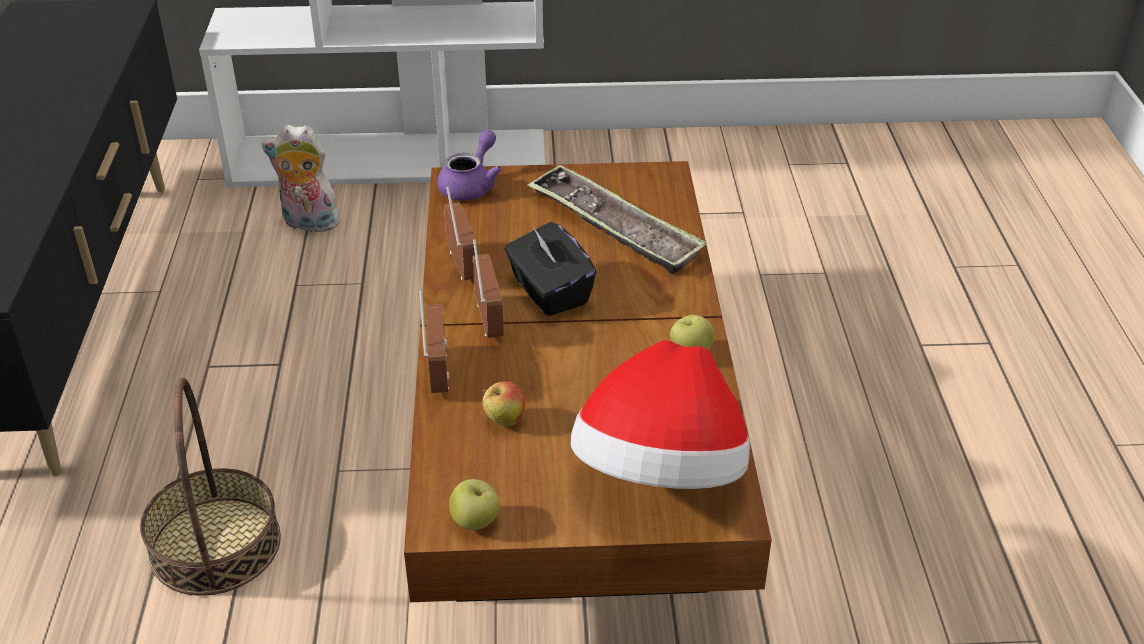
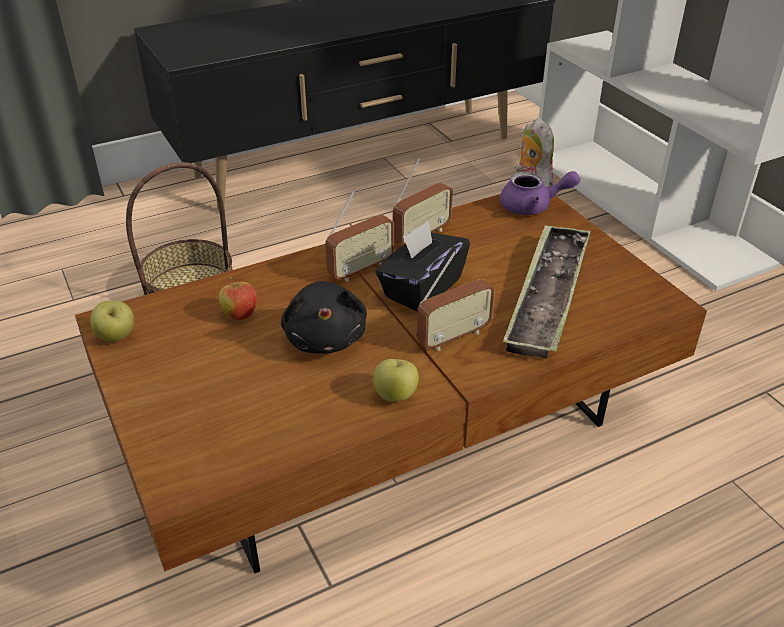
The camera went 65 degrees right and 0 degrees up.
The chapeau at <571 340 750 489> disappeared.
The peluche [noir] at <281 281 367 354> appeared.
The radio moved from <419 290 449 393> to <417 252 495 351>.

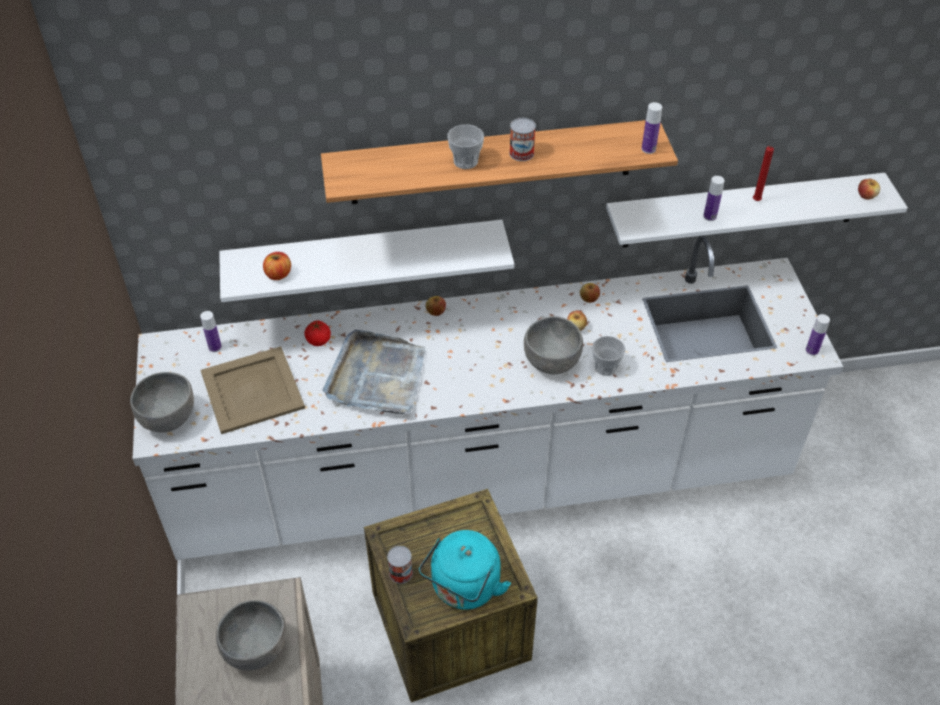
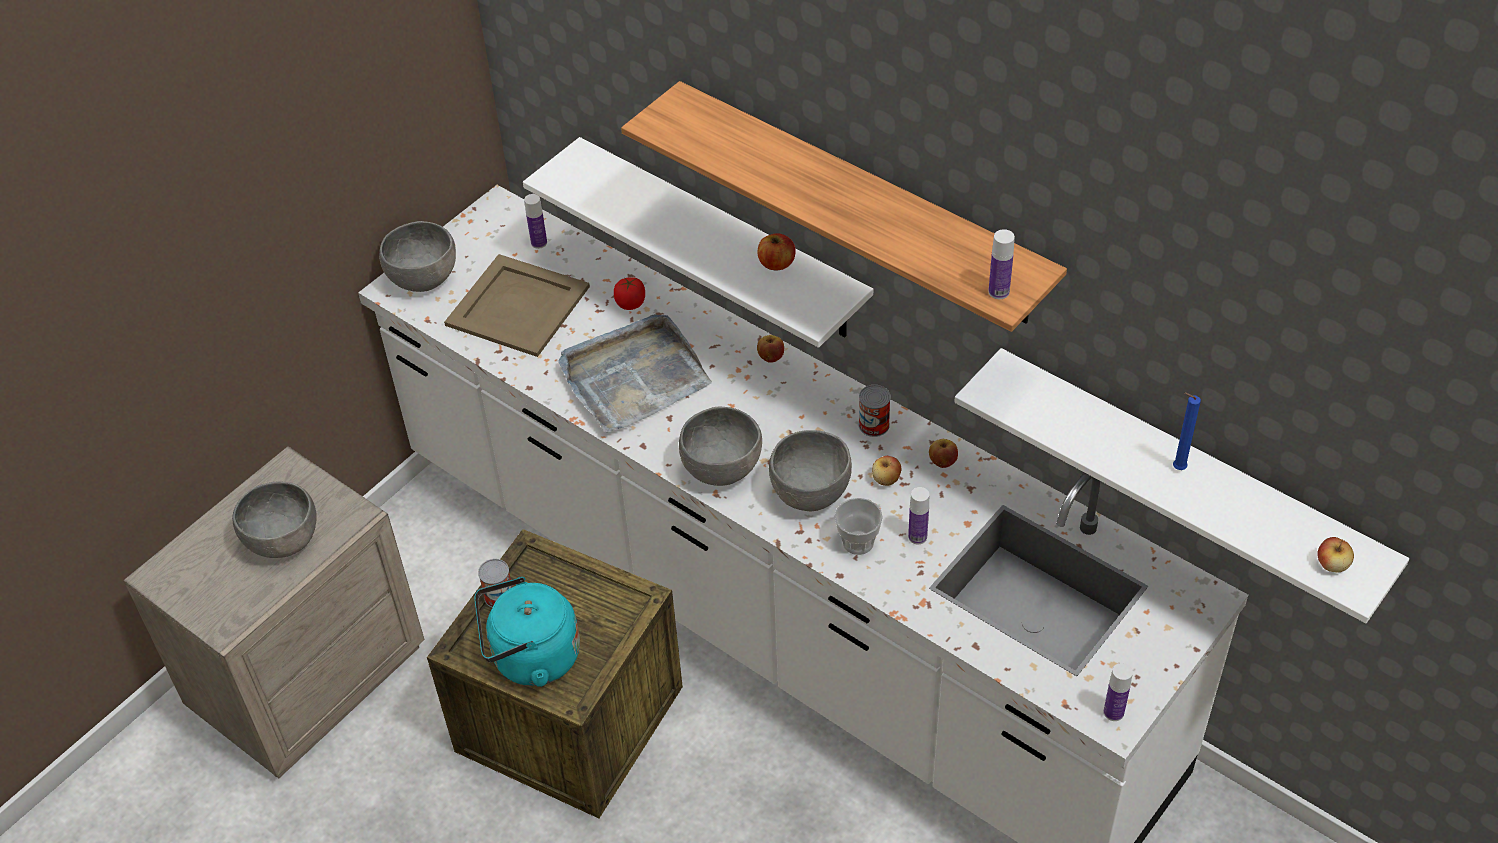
The camera went 50 degrees right and 0 degrees up.
The tasse at <448 125 484 169> disappeared.
The bol [gris] at <679 407 762 486> appeared.
The pomme moved from <263 252 291 280> to <757 234 795 270>.
The boîte métallique moved from <509 118 536 161> to <859 385 891 437>.
The bouteille moved from <703 176 725 221> to <908 487 929 545>.
The bougie [rouge] at <753 146 774 201> became the bougie [bleu] at <1173 393 1201 470>.

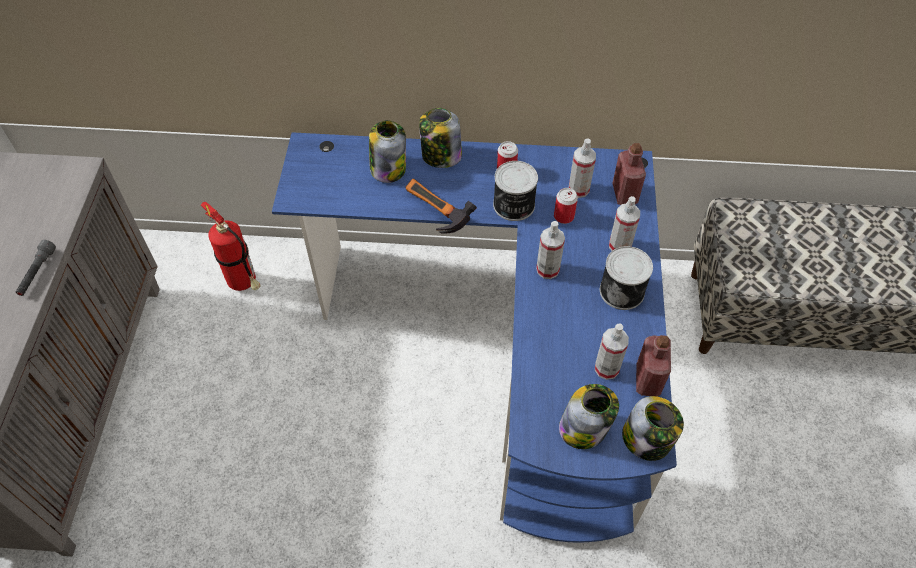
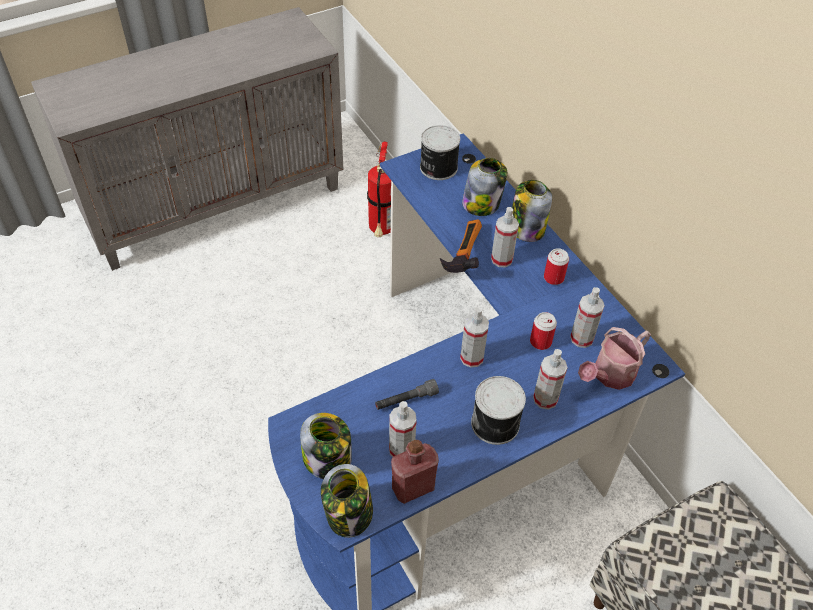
The camera went 55 degrees right and 5 degrees down.
The vaporisateur at <491 207 519 267> appeared.
The lampe de poche [gris] moved from <16 240 56 296> to <375 379 439 410>.
The boîte métallique moved from <493 161 538 221> to <420 125 460 180>.
The bouteille [rouge] at <612 143 646 205> was replaced by the arrosoir at <578 327 651 390>.

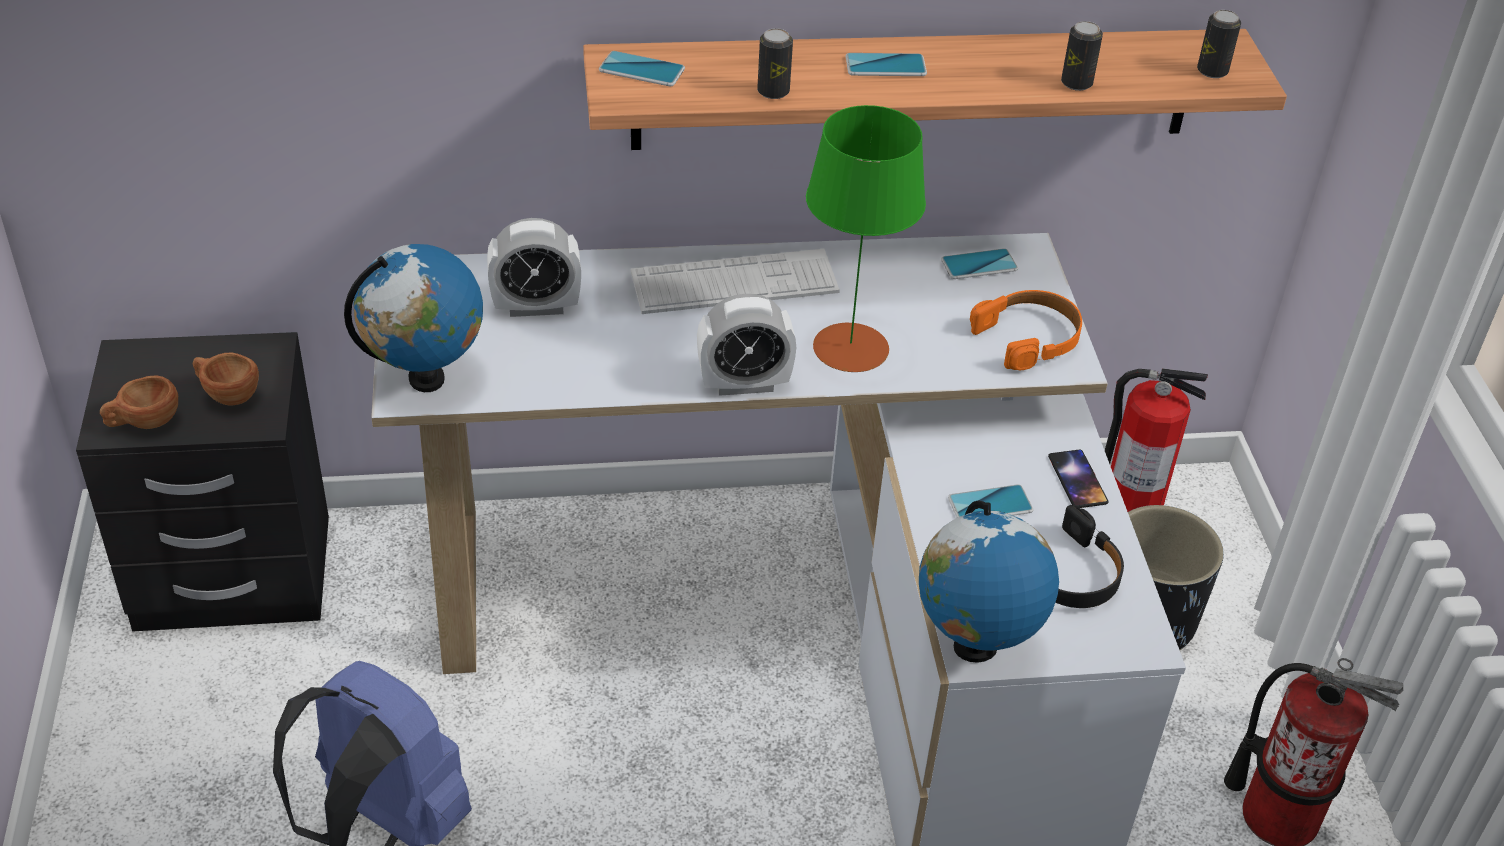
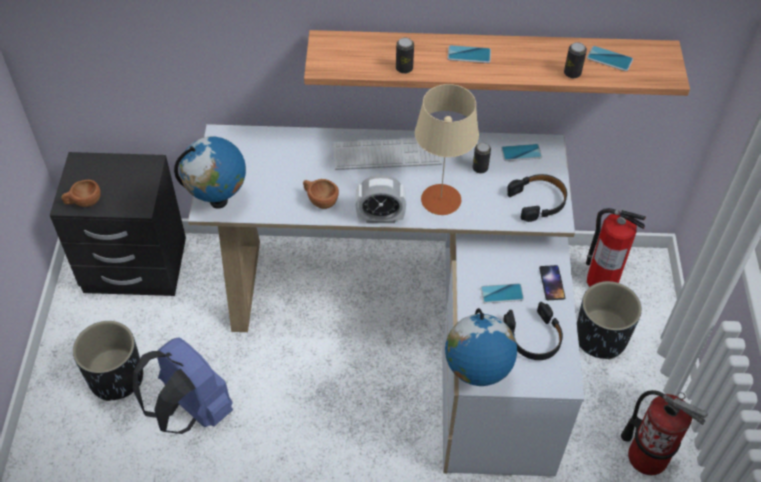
The camera went 10 degrees right and 10 degrees up.
The réveil at <487 218 581 317> disappeared.
The cache-pot [noir] at <73 321 143 401> appeared.
The tasse [marron] moved from <193 353 259 405> to <303 179 339 209>.
The téléphone moved from <599 51 685 86> to <587 46 633 71>.
The boîte métallique moved from <1197 10 1241 78> to <473 142 491 173>.
The lampe de table [vert] at <806 105 926 372> became the lampe de table [beige] at <415 84 479 215>.
The casque audio [orange] at <970 290 1082 371> became the casque audio [noir] at <507 174 567 222>.

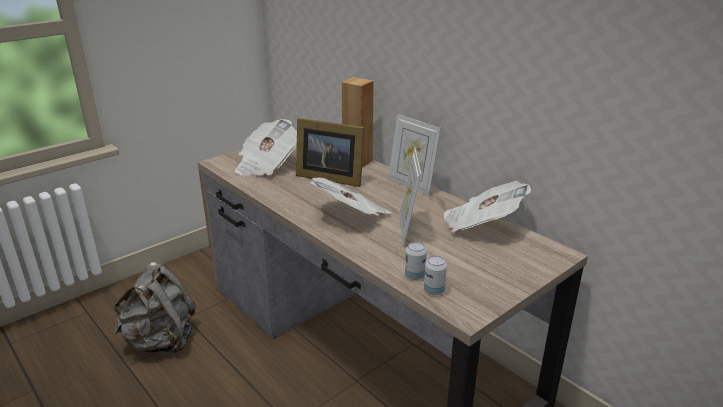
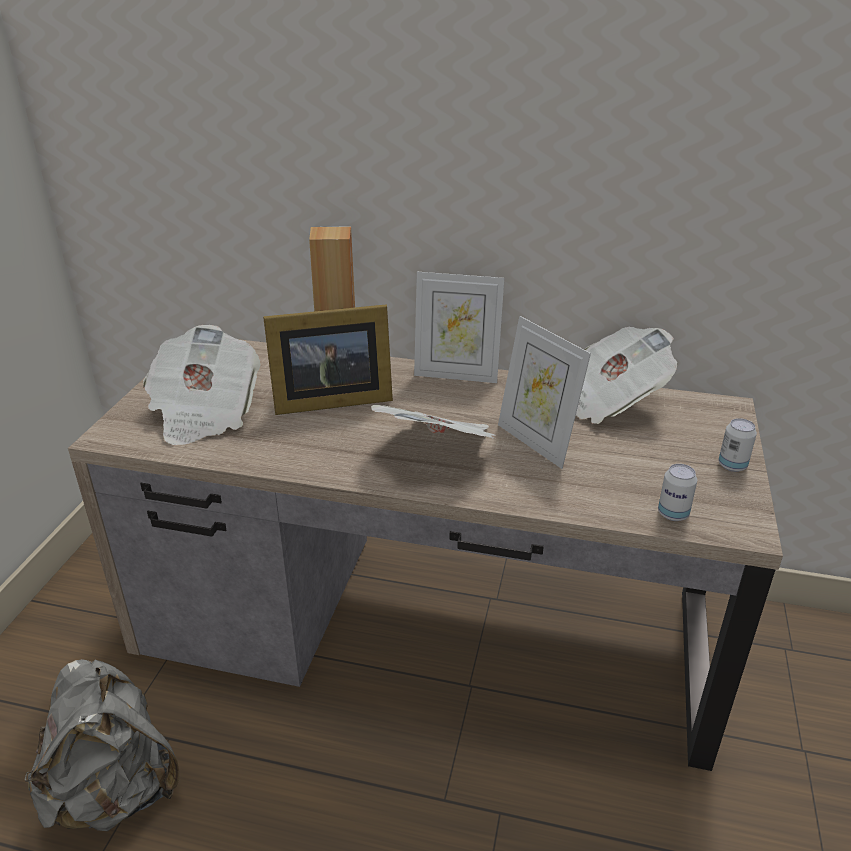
The camera went 35 degrees left and 5 degrees up.
The boîte métallique moved from <405 242 427 280> to <718 418 757 472>.

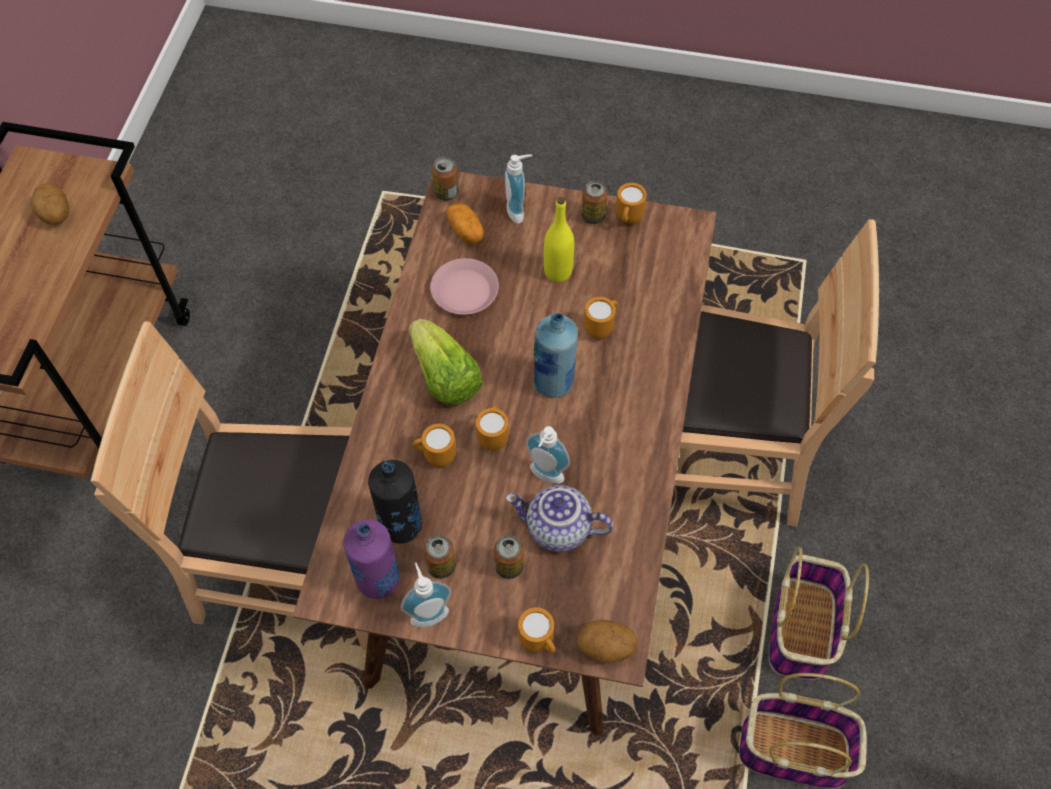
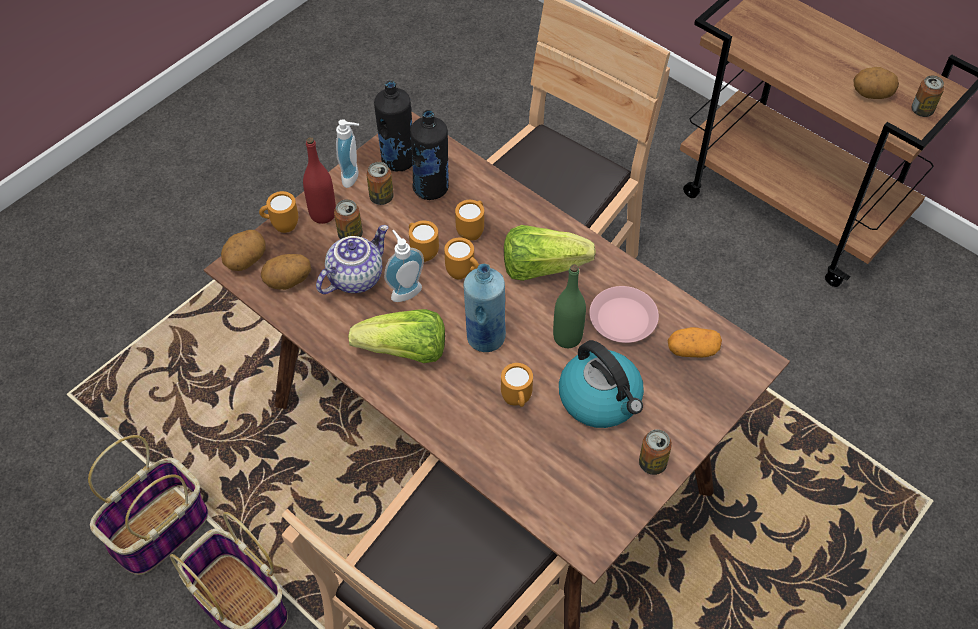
The camera went 120 degrees right and 5 degrees down.
The distributeur de savon at <505 154 532 224> disappeared.
The pomme de terre at <261 254 311 290> appeared.
The bouteille [rouge] at <303 137 336 224> appeared.
The laitue at <348 309 445 363> appeared.
The bouteille [vert] at <553 264 586 348> appeared.
The boîte métallique moved from <432 157 459 201> to <912 75 944 117>.
The mug [orange] moved from <616 183 647 224> to <409 221 439 262>.
The bouteille [jaune] at <544 197 574 282> was replaced by the bouilloire at <559 340 644 428>.
The bouteille [violet] at <343 519 400 599> became the bouteille [noir] at <374 81 413 171>.

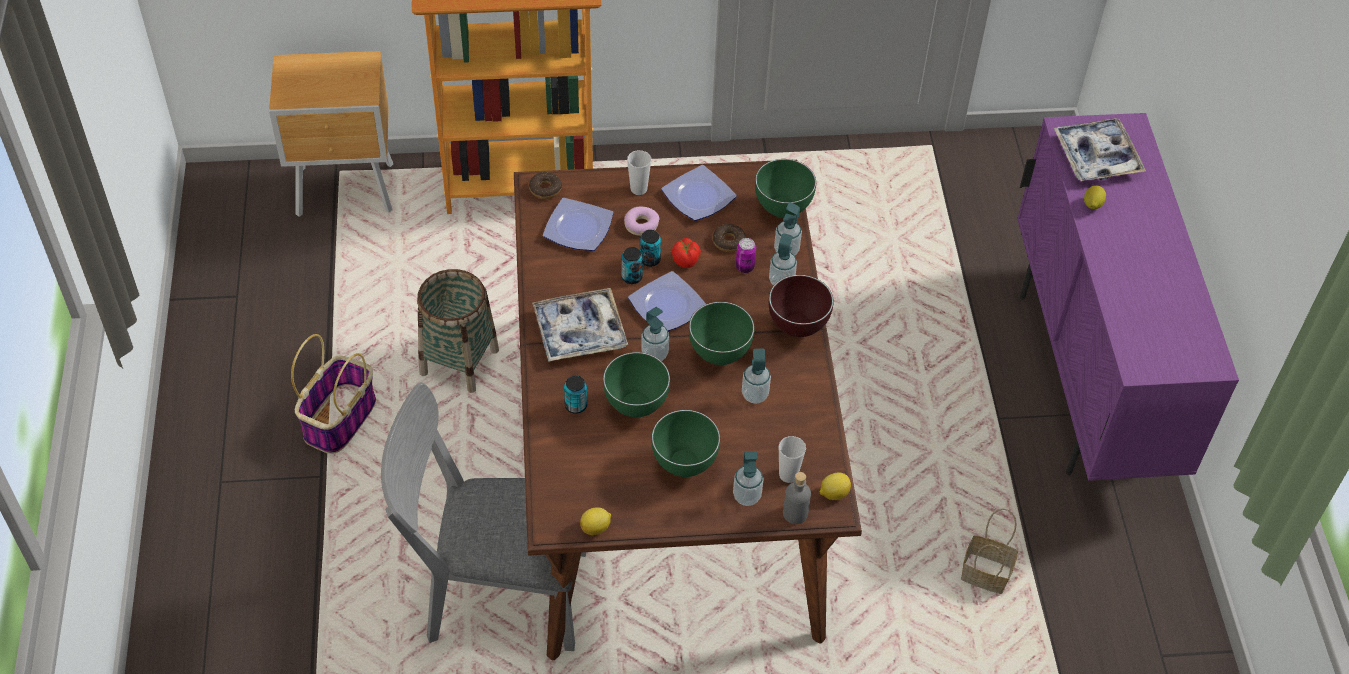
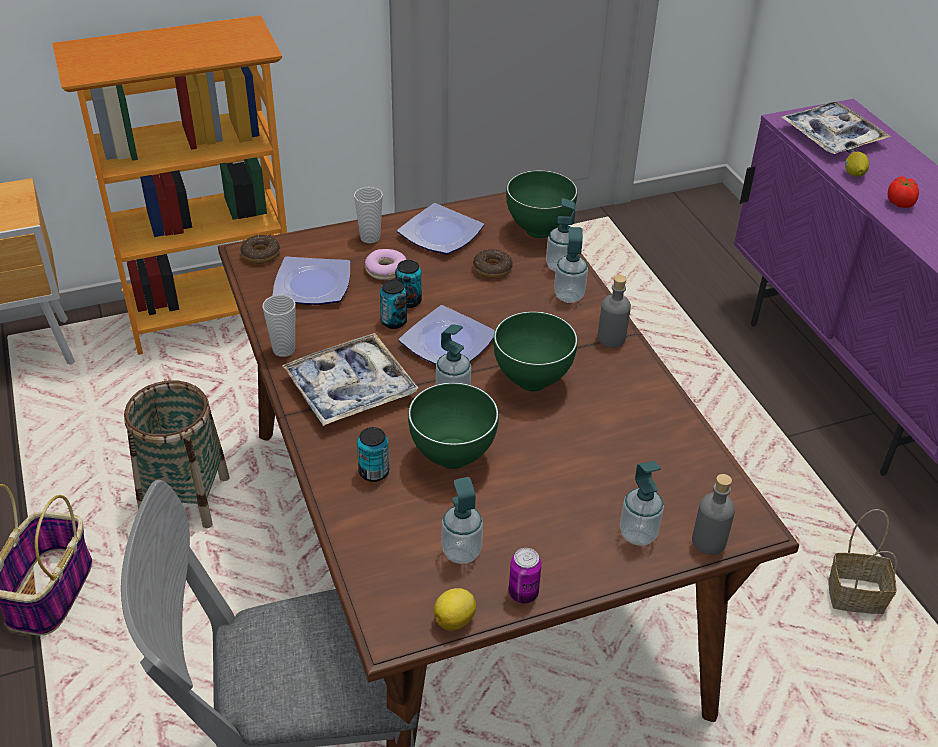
The camera went 15 degrees left and 10 degrees down.
The bol [vert] at <651 410 720 477> disappeared.
The citron at <820 473 851 500> disappeared.
The tomate moved from <672 238 701 268> to <888 176 919 208>.
The boîte métallique moved from <736 238 756 273> to <509 548 542 604>.
The distributeur de savon moved from <742 349 771 404> to <442 477 483 564>.
The tasse moved from <779 436 806 483> to <262 295 295 357>.
The bol [marron] at <769 275 834 337> was replaced by the bouteille [gris] at <598 275 631 348>.

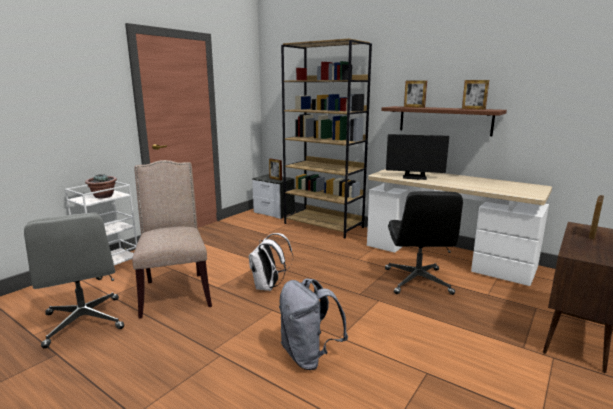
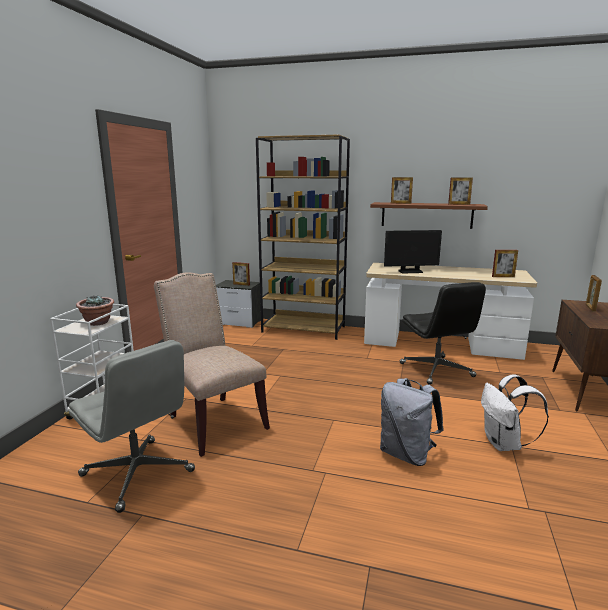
The camera went 20 degrees left and 0 degrees up.
The cadre photo at <492 250 518 277> appeared.
The sac à dos [blanc] moved from <249 233 293 291> to <481 374 549 451>.

